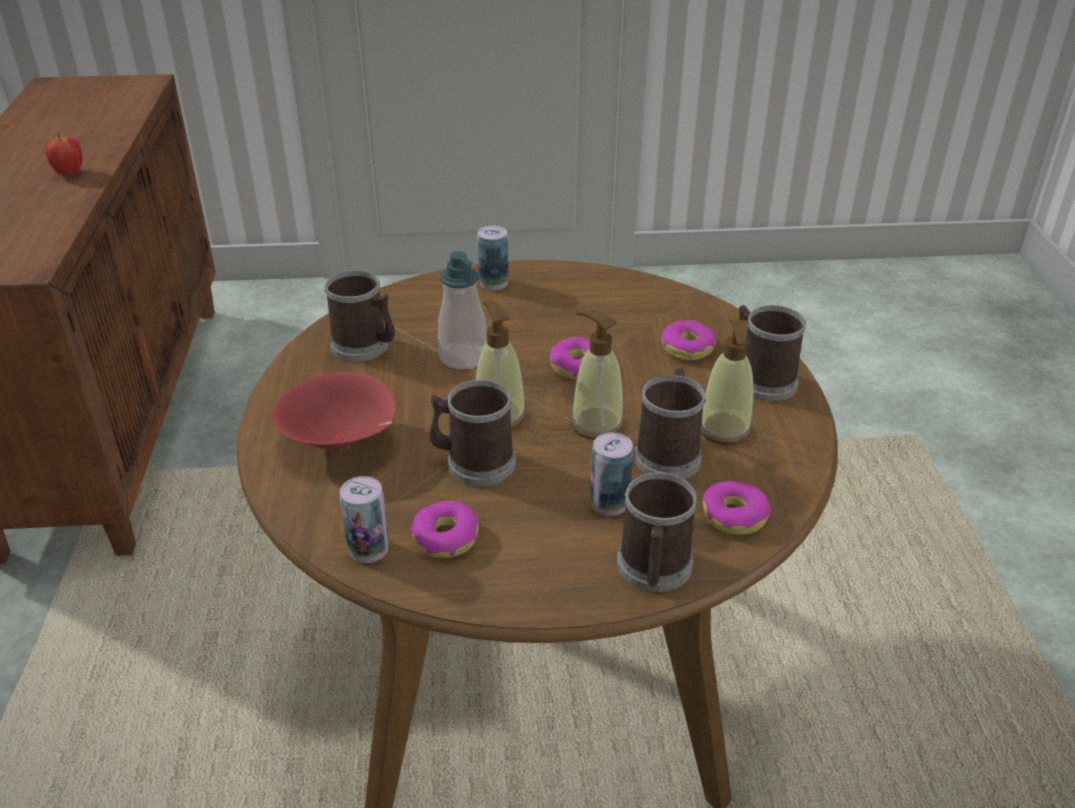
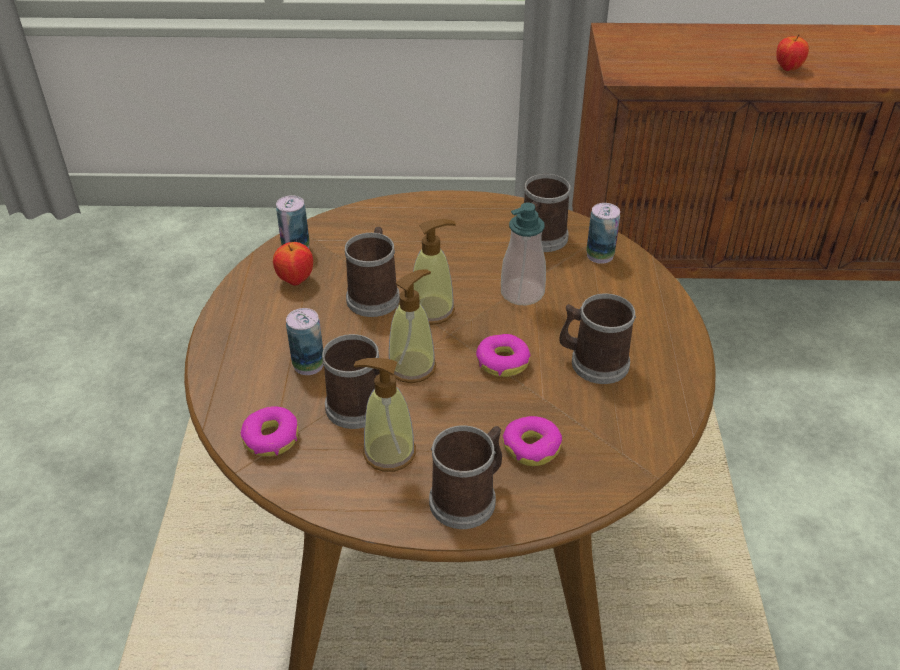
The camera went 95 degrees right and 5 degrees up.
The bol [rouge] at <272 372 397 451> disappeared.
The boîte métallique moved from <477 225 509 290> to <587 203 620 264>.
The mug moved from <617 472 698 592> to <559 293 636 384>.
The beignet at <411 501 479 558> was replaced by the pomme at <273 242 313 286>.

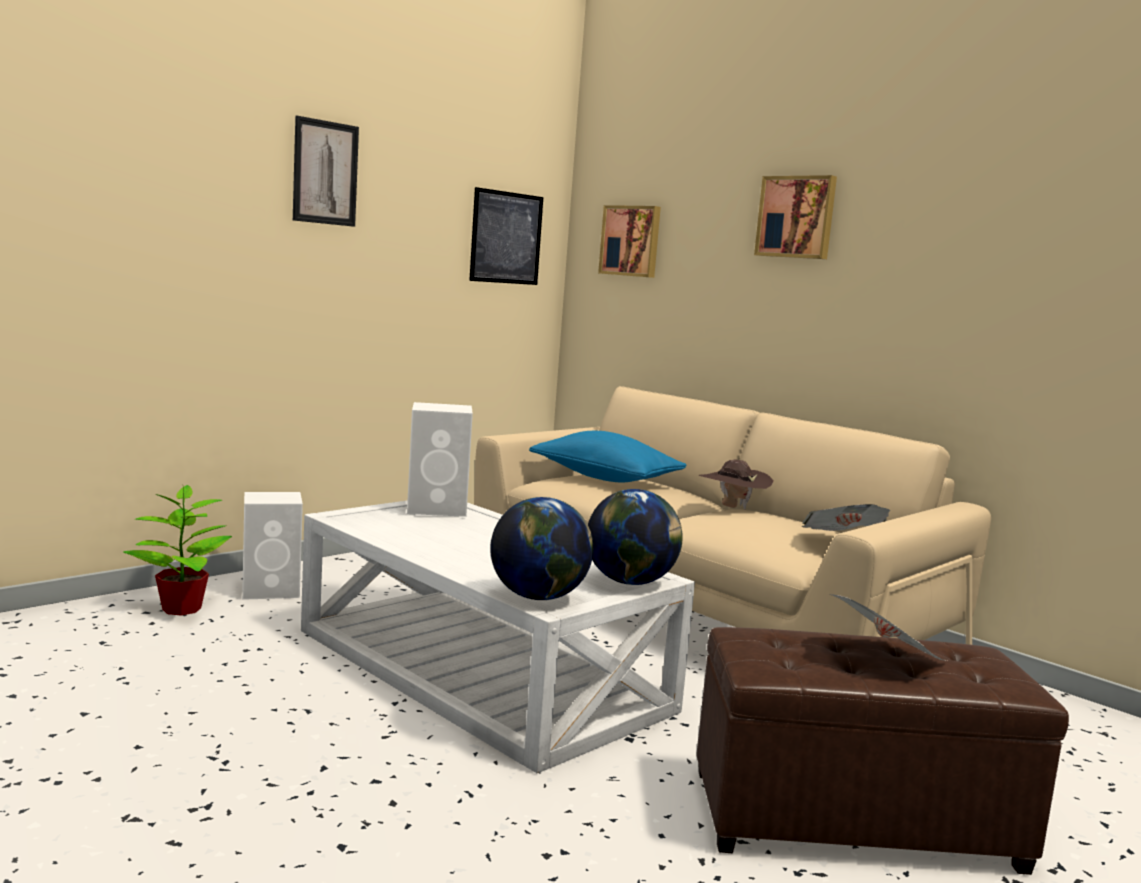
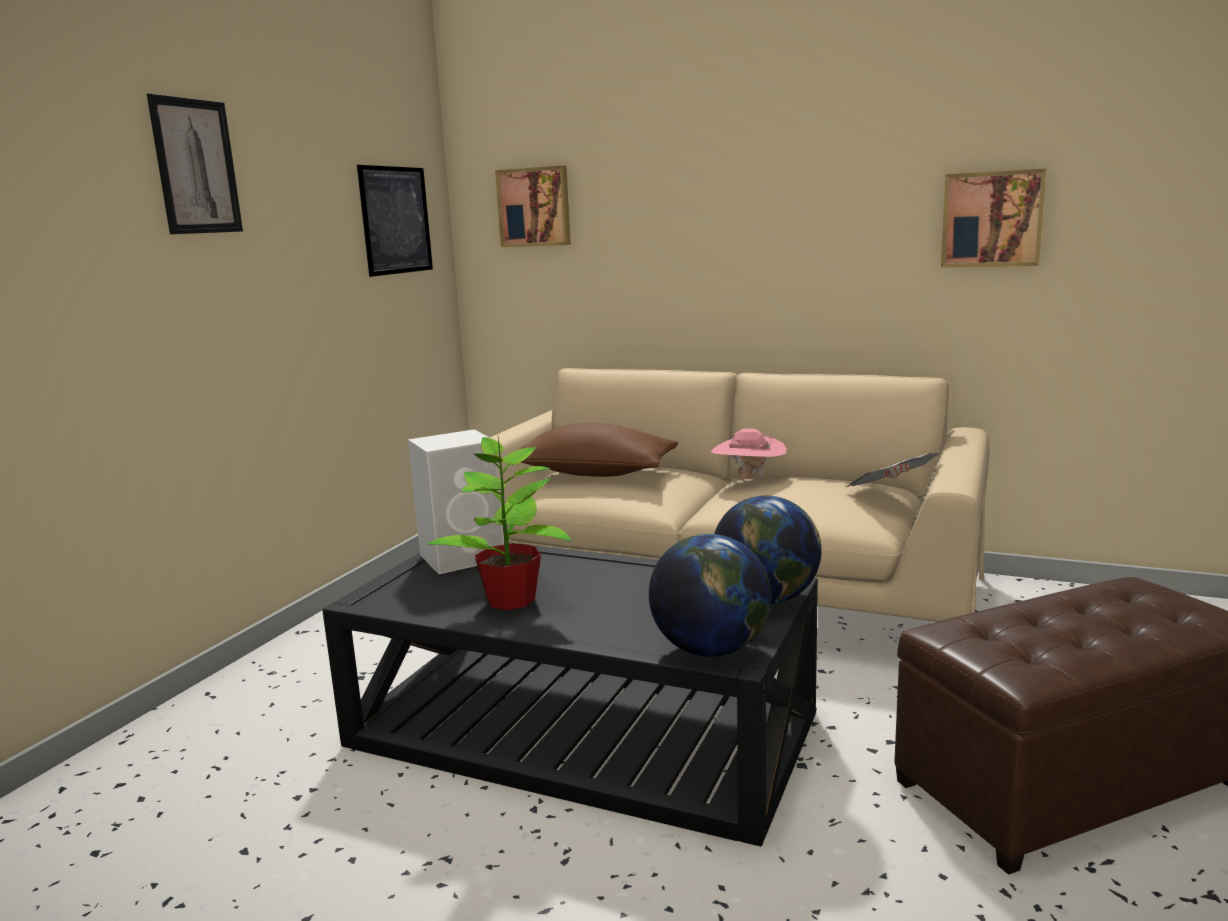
The camera went 20 degrees left and 5 degrees up.
The enceinte [blanc] at <242 492 303 600> disappeared.
The journal at <829 594 947 661> disappeared.
The plante en pot moved from <123 484 232 616> to <428 434 571 610>.
The tableau moved from <754 175 837 259> to <941 169 1046 268>.
The table basse [blanc] at <301 500 695 773> became the table basse [noir] at <323 543 818 846>.
The coussin [bleu] at <529 431 686 482> became the coussin [marron] at <516 423 678 477>.
The chapeau [marron] at <698 459 774 510> became the chapeau [rose] at <711 428 787 479>.

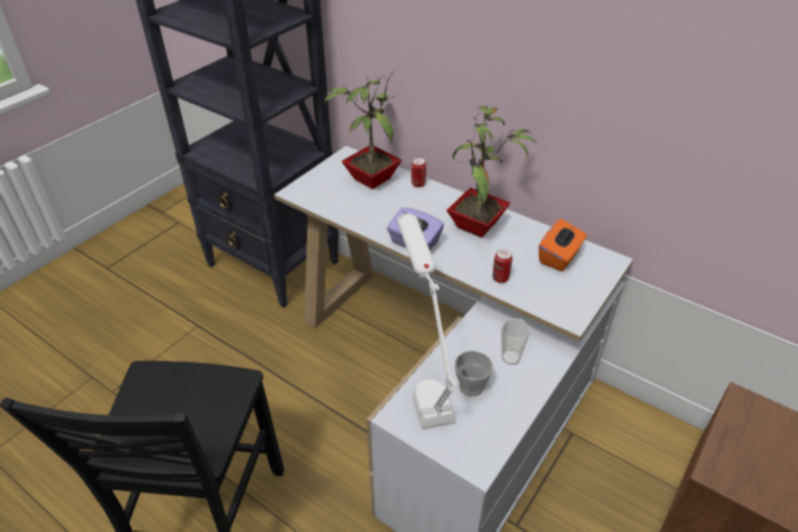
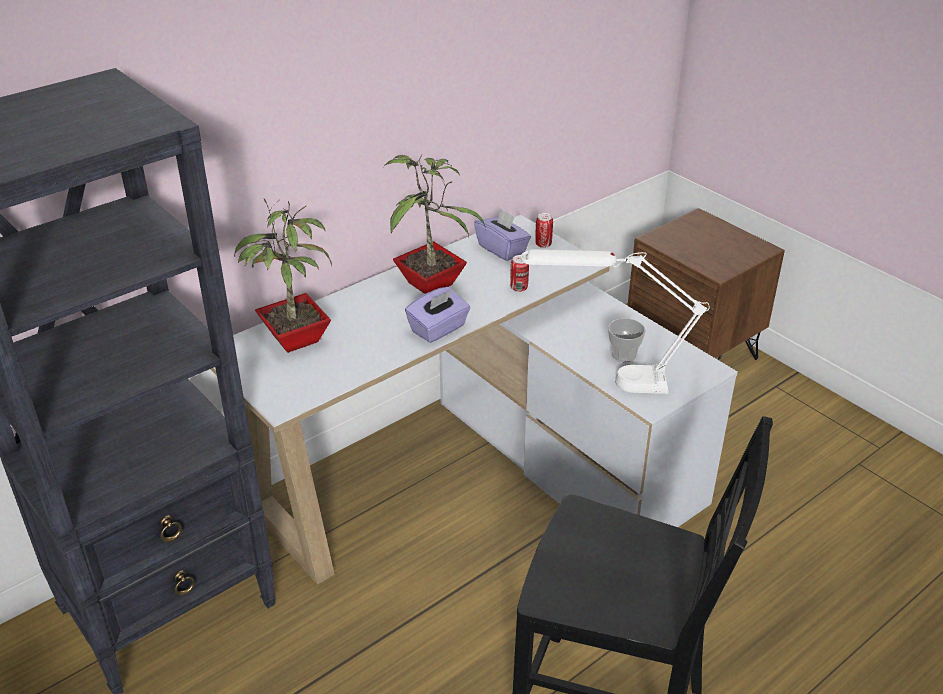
The camera went 75 degrees left and 5 degrees down.
The tasse at <501 319 531 364> disappeared.
The boîte métallique moved from <411 158 426 187> to <535 213 553 248>.
The boîte à mouchoirs [orange] at <539 219 587 272> became the boîte à mouchoirs [violet] at <474 208 531 261>.

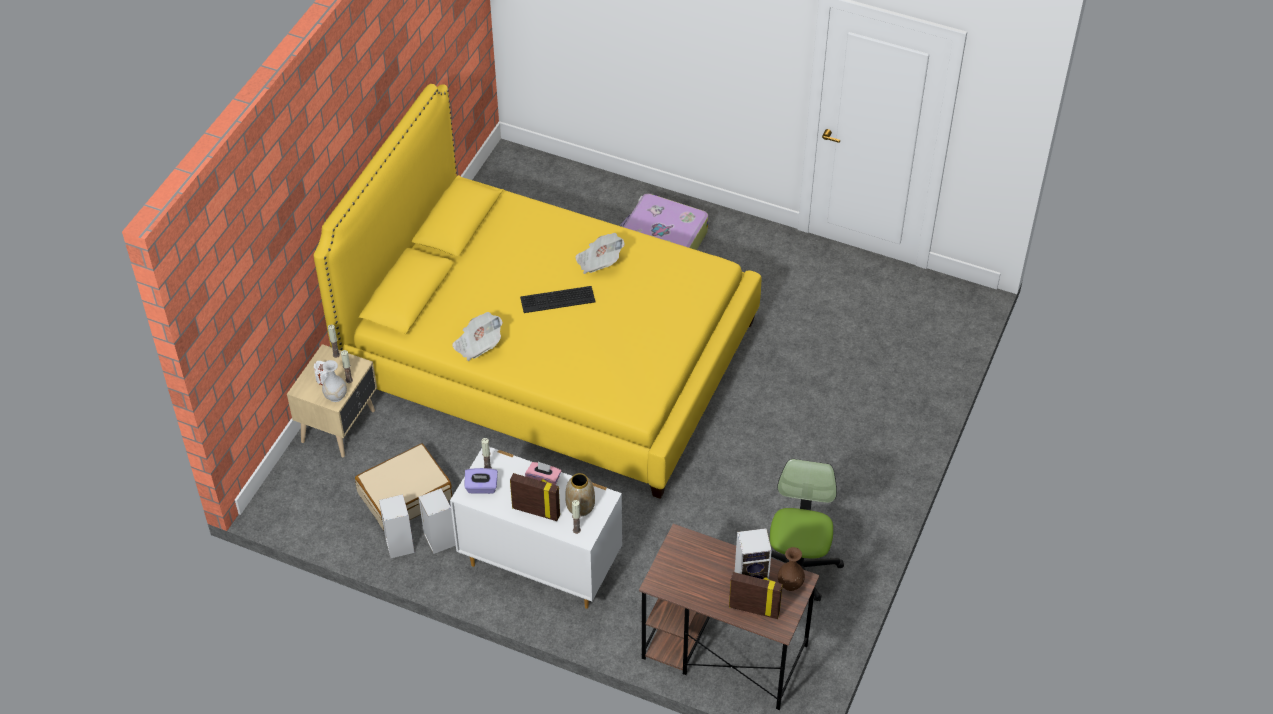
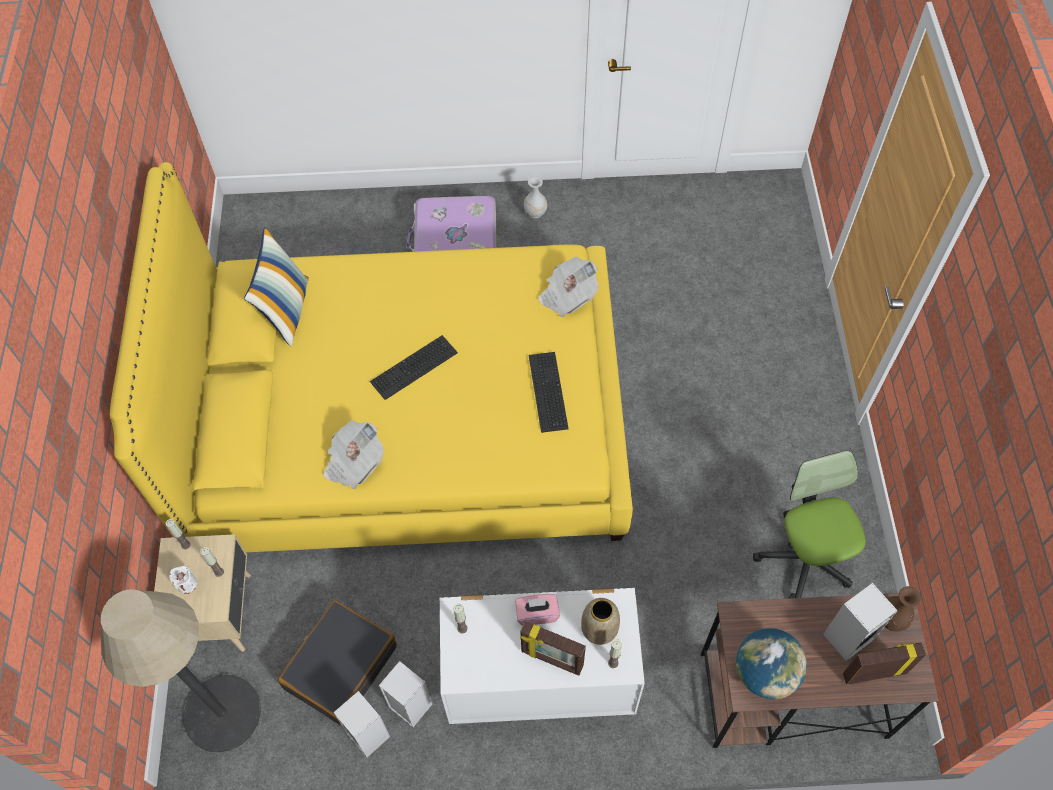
The camera went 25 degrees left and 10 degrees up.
The boîte à mouchoirs [violet] at <464 468 498 494> disappeared.
The lampadaire at <101 589 261 753> appeared.
The coussin at <244 227 309 346> appeared.
The clavier at <529 352 569 433> appeared.
The globe at <736 628 807 699> appeared.
The vase [blanc] moved from <322 360 347 402> to <524 176 547 218>.
The journal moved from <575 233 624 274> to <538 257 599 317>.
The valise [beige] at <355 444 452 530> became the valise [noir] at <278 600 397 726>.
The cadre photo at <510 473 560 521> turned 150 degrees counterclockwise.

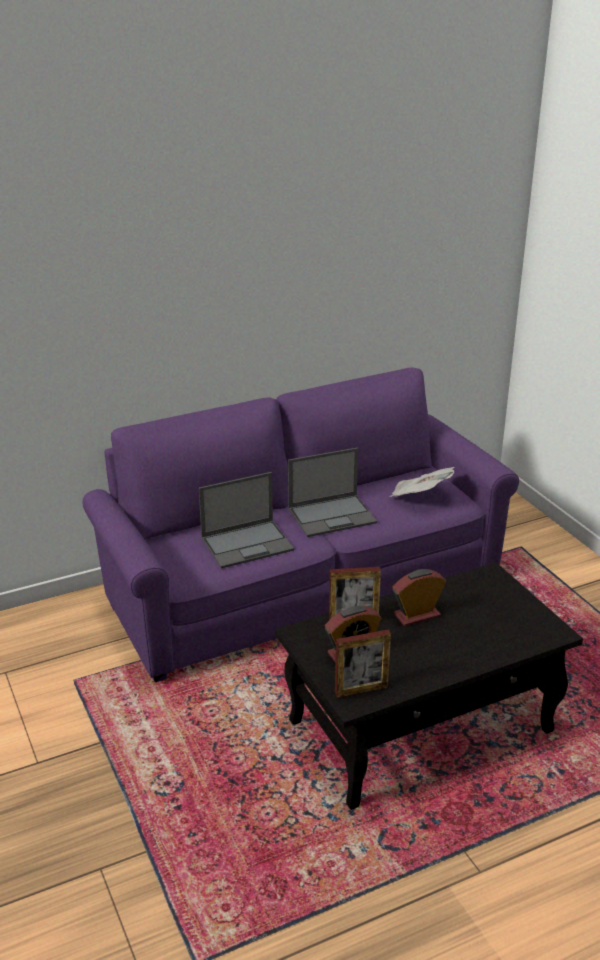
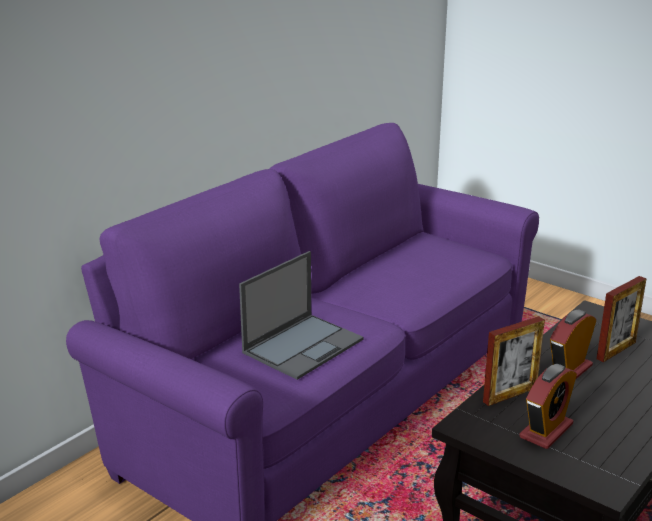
The camera went 25 degrees left and 5 degrees down.
The ordinateur portable at <288 448 377 537> disappeared.
The journal at <390 467 454 497> disappeared.
The cadre photo moved from <335 629 391 698> to <597 276 646 362>.

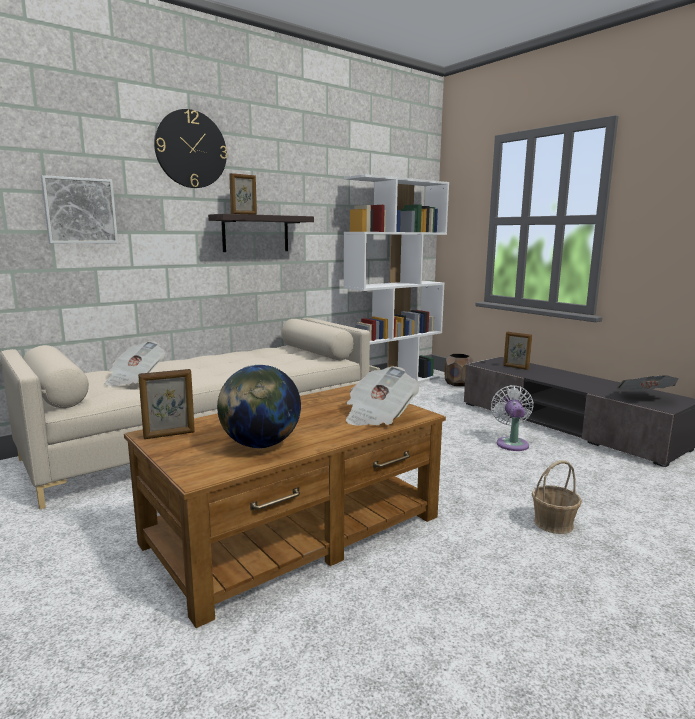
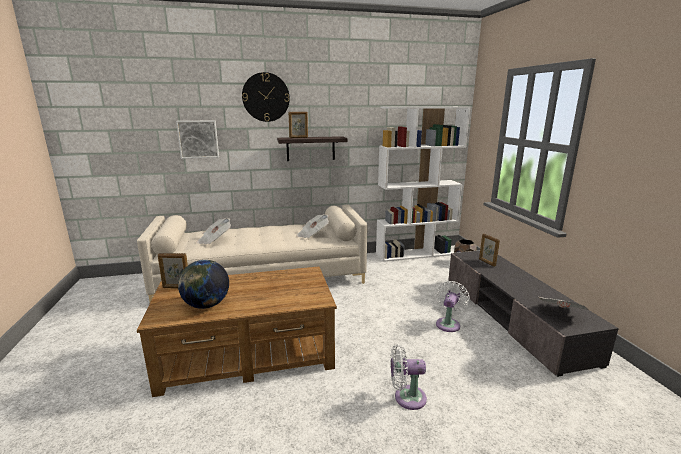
The camera went 25 degrees right and 5 degrees up.
The journal moved from <346 366 419 426> to <296 214 329 238>.
The panier at <532 460 582 534> was replaced by the ventilateur [blanc] at <390 344 427 410>.

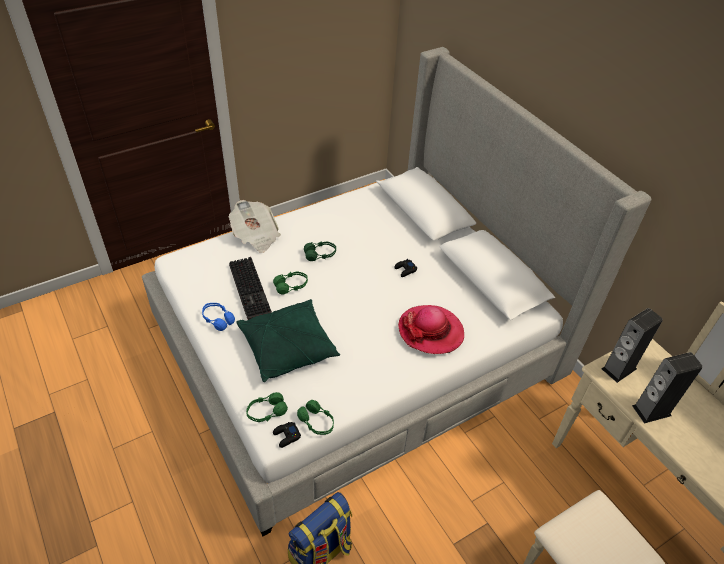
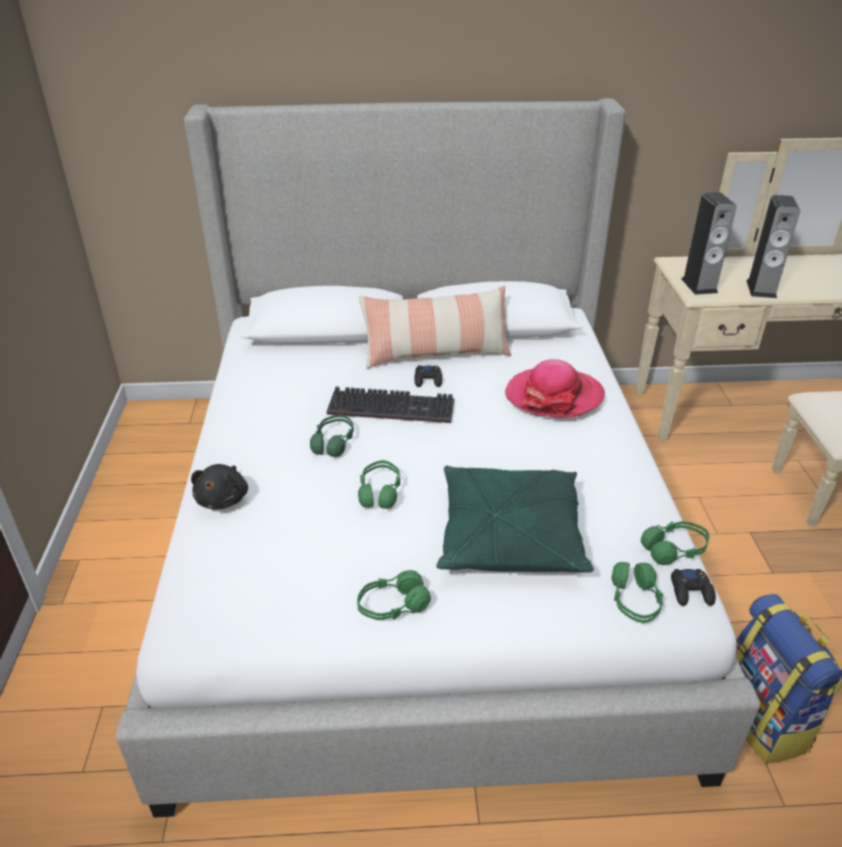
The camera went 60 degrees left and 10 degrees down.
The coussin at <359 286 511 369> appeared.
The clavier moved from <229 257 272 320> to <327 387 454 423>.
The journal at <229 200 281 253> was replaced by the peluche [noir] at <191 464 248 509>.
The casque audio [bleu] at <202 303 235 331> became the casque audio [vert] at <357 570 431 620>.

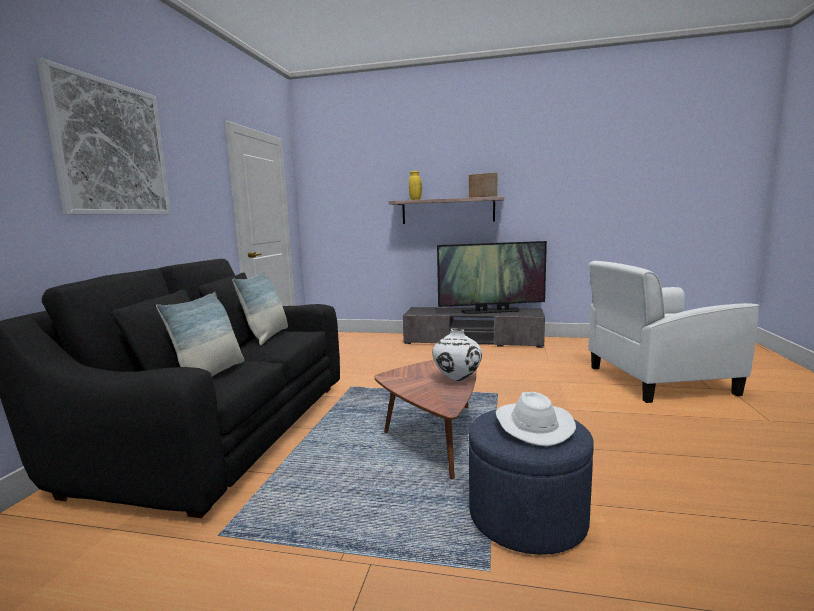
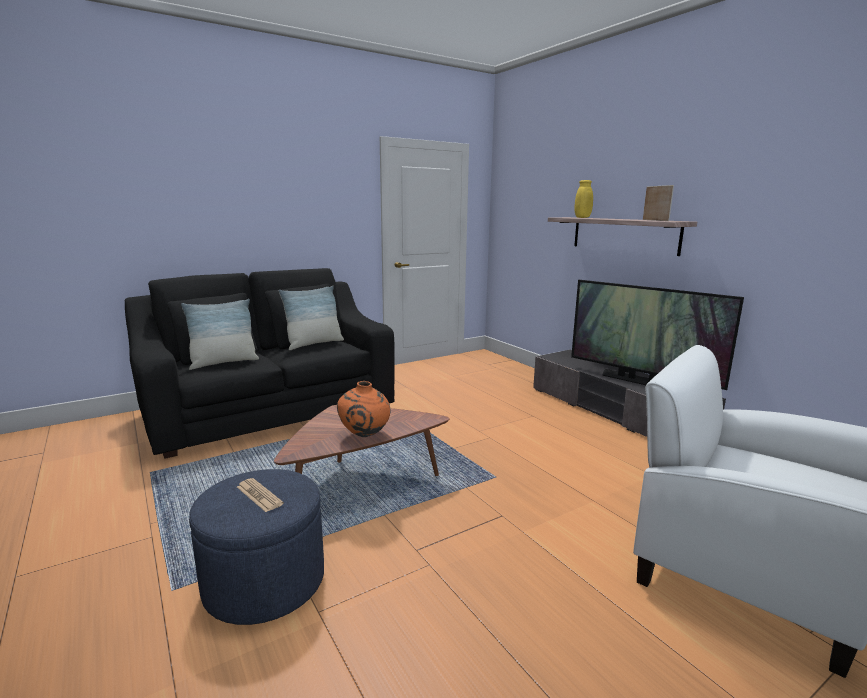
The camera went 45 degrees right and 5 degrees up.
The tableau at <37 58 171 215> disappeared.
The chapeau [blanc] at <496 392 576 446> was replaced by the journal at <237 478 284 512>.
The vase [blanc] at <432 329 482 381> became the vase [orange] at <337 381 391 437>.

